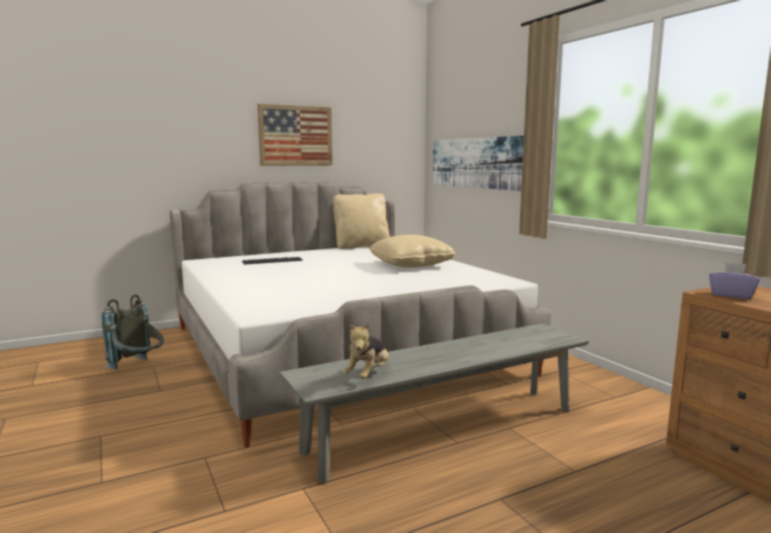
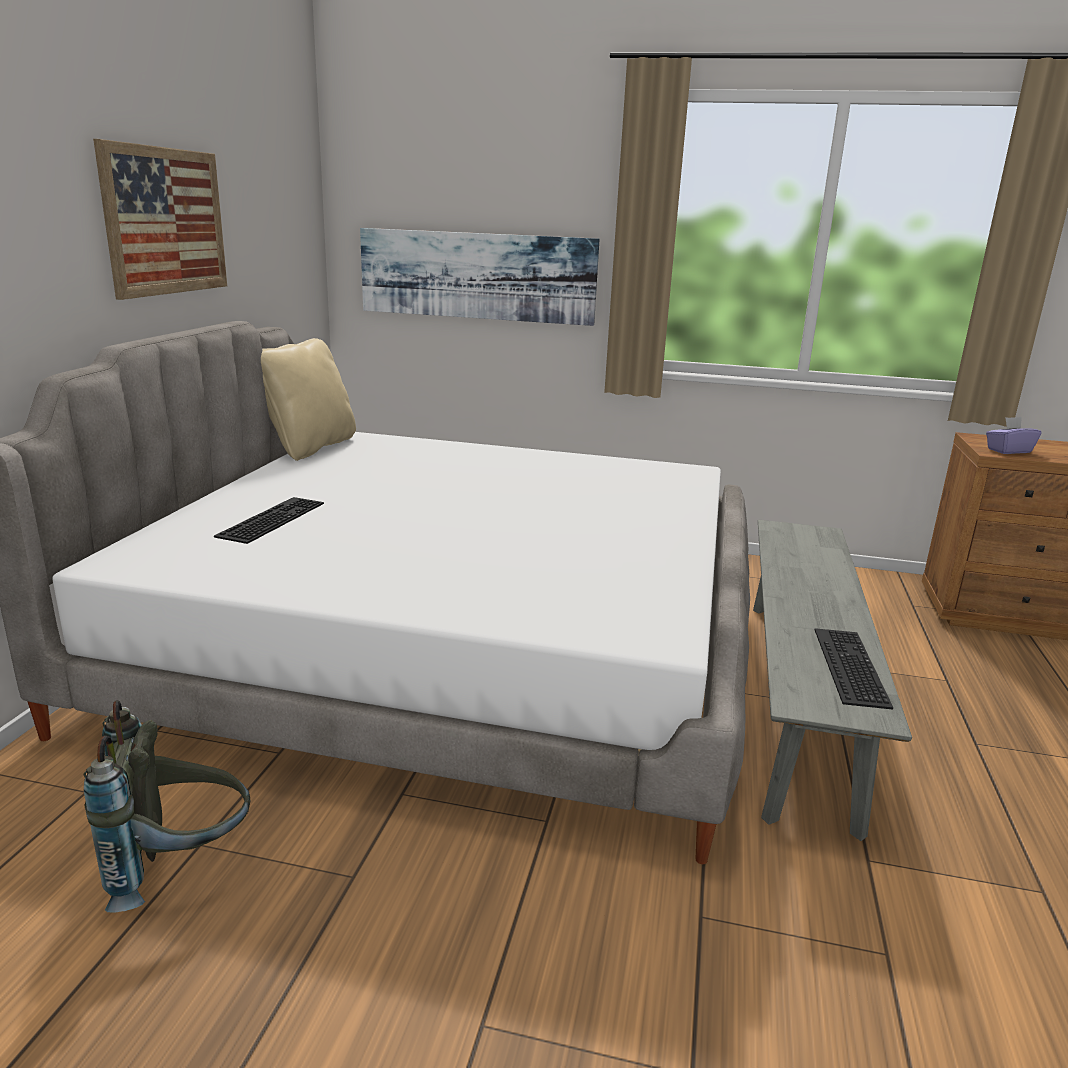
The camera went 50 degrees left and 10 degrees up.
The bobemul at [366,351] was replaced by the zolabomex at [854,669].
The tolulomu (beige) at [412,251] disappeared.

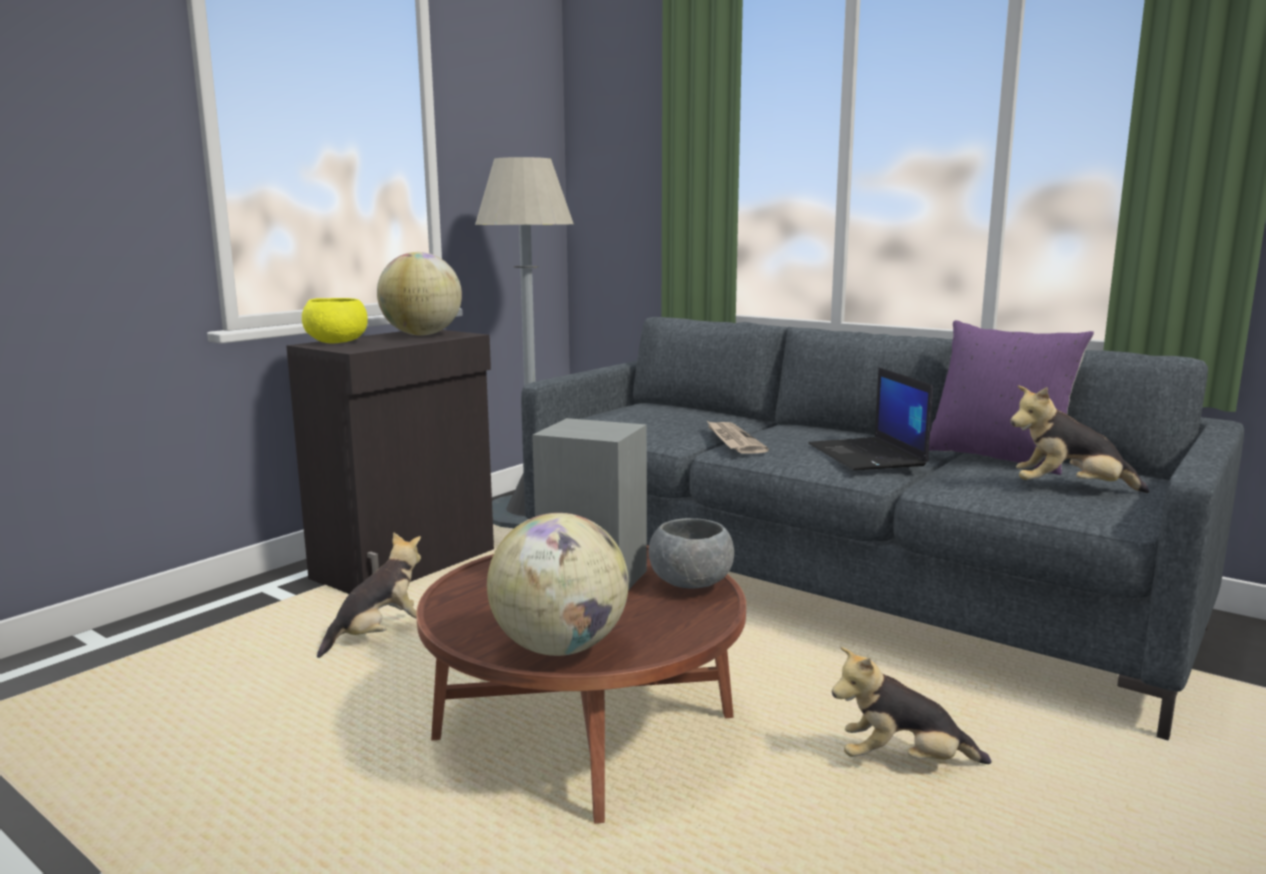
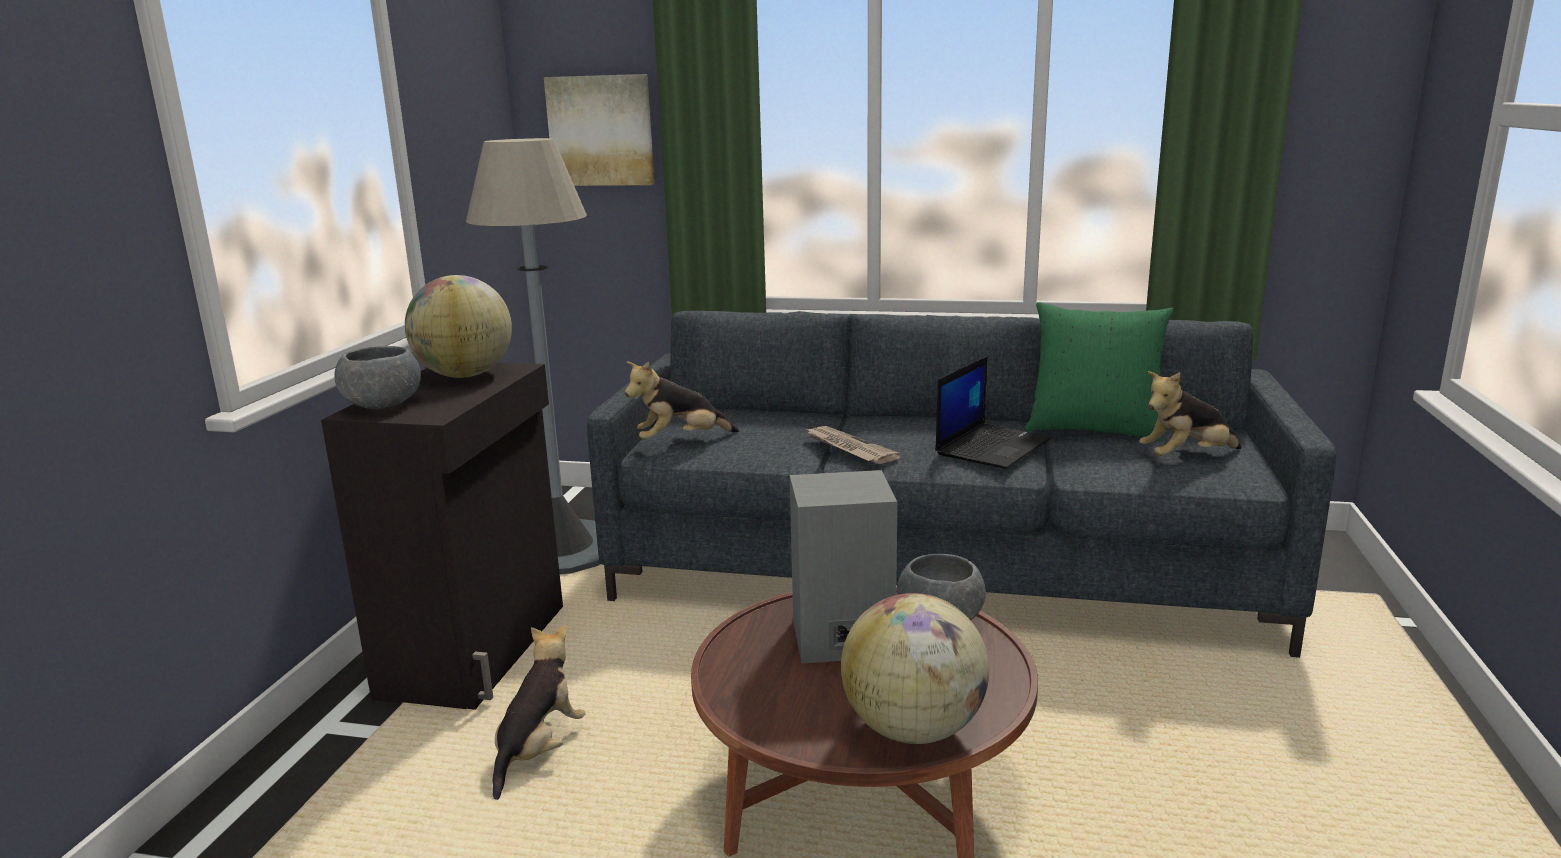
The camera went 25 degrees left and 5 degrees up.
The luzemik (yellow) at [335,320] became the luzemik (grey) at [377,377].
The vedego at [870,419] turned 105 degrees counterclockwise.
The bobemul moved from [912,705] to [682,400].
The tolulomu (purple) at [1011,397] became the tolulomu (green) at [1099,371].
The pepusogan at [599,130] appeared.

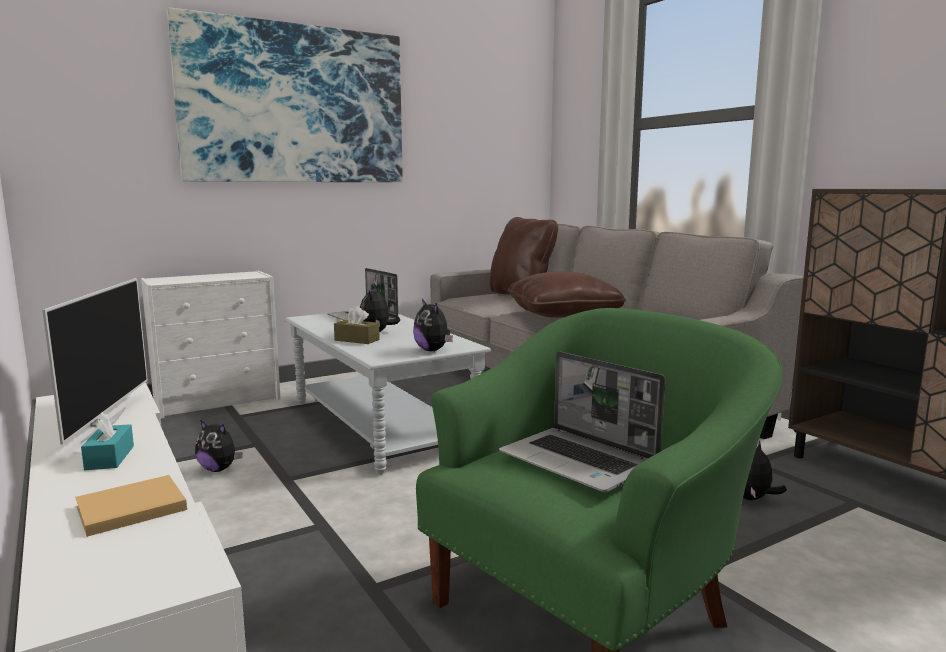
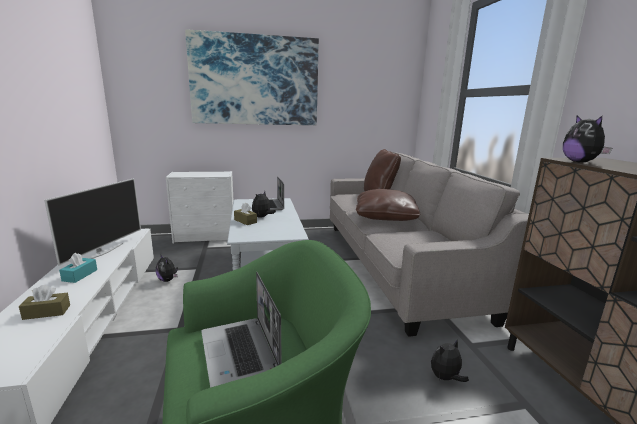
The camera went 20 degrees right and 5 degrees up.
The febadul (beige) at [131,506] was replaced by the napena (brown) at [44,302].
The bobemul moved from [433,325] to [587,138].

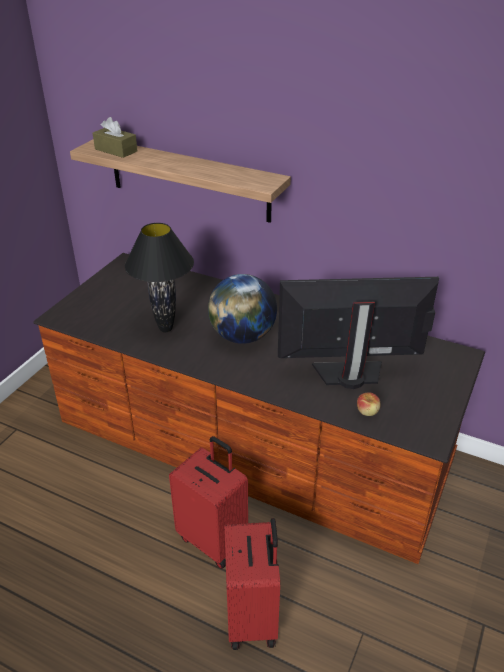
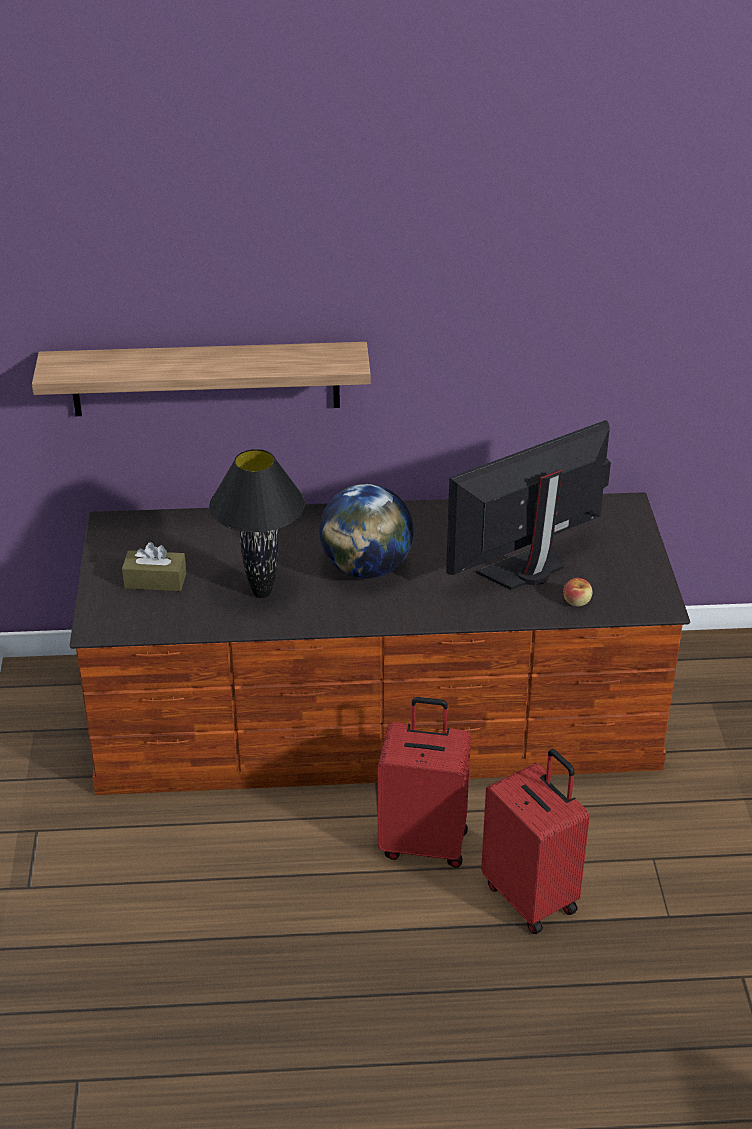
The camera went 30 degrees left and 0 degrees up.
The napena (brown) moved from [115,137] to [154,566].

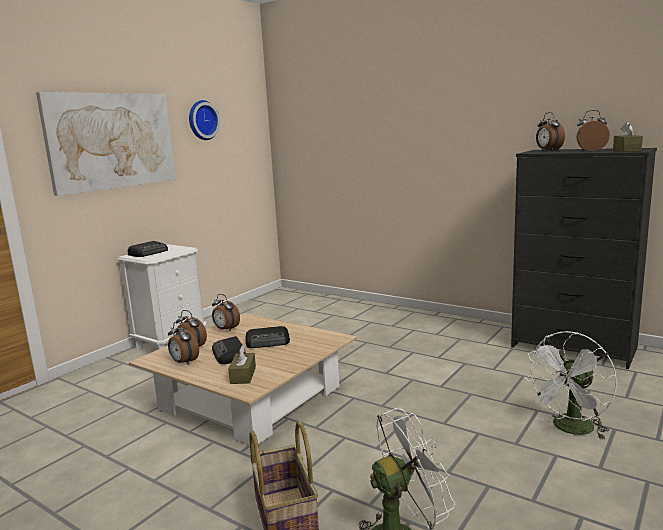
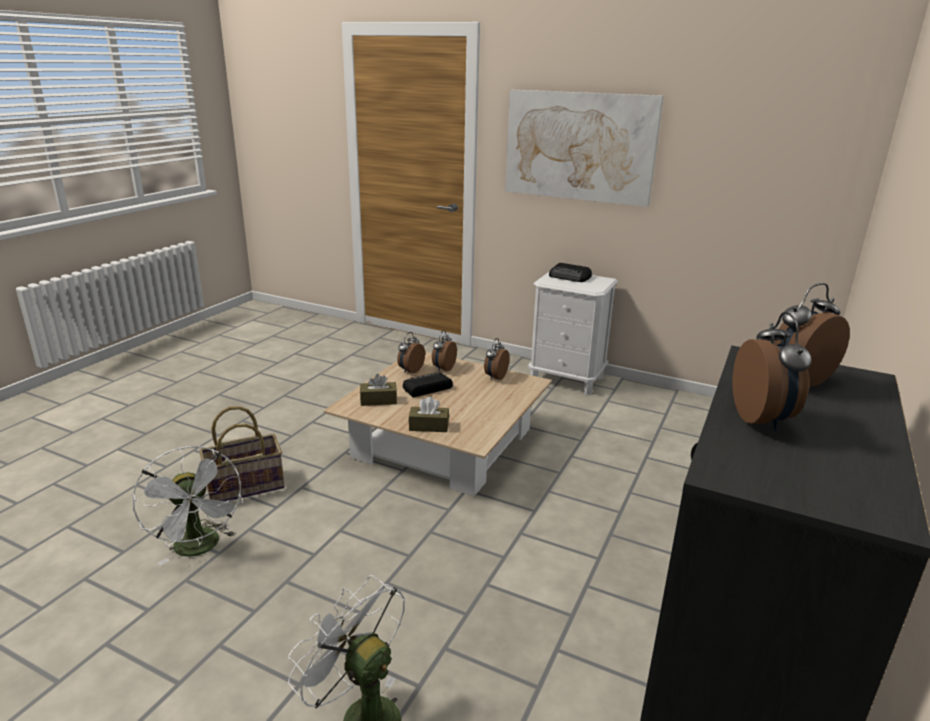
The camera went 80 degrees right and 10 degrees up.
The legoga at [204,120] disappeared.
The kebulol at [267,337] disappeared.
The napena (brown) moved from [628,137] to [429,414].

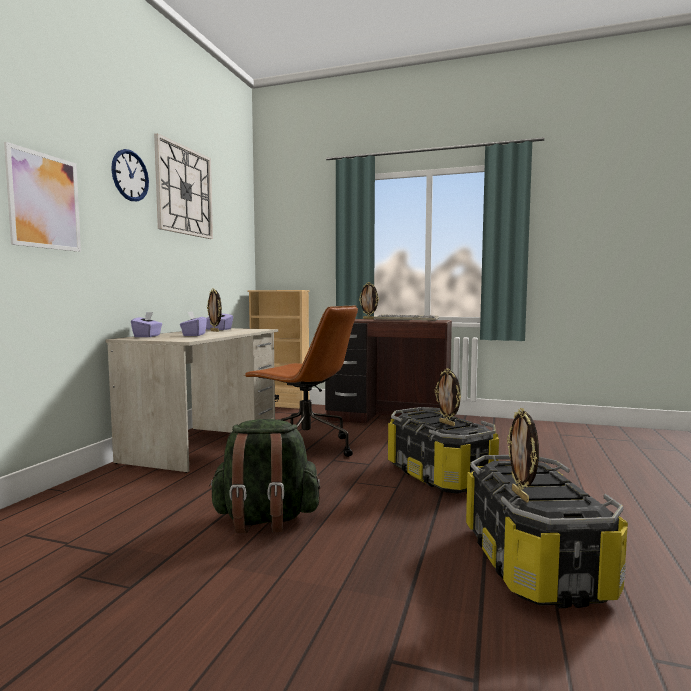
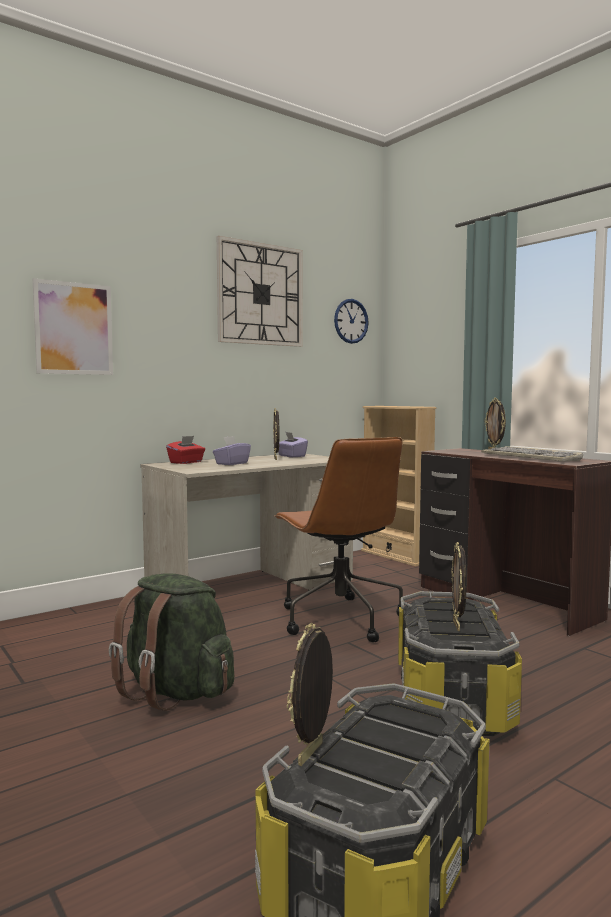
The camera went 35 degrees right and 0 degrees up.
The legoga moved from [130,175] to [351,321].
The napena (purple) at [147,324] became the napena (red) at [185,450].

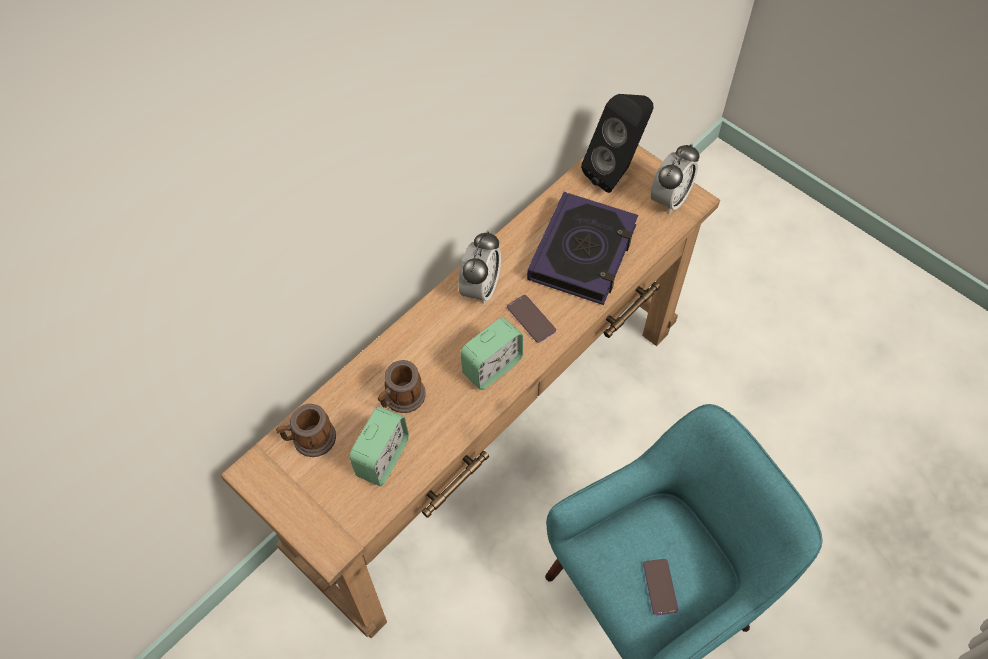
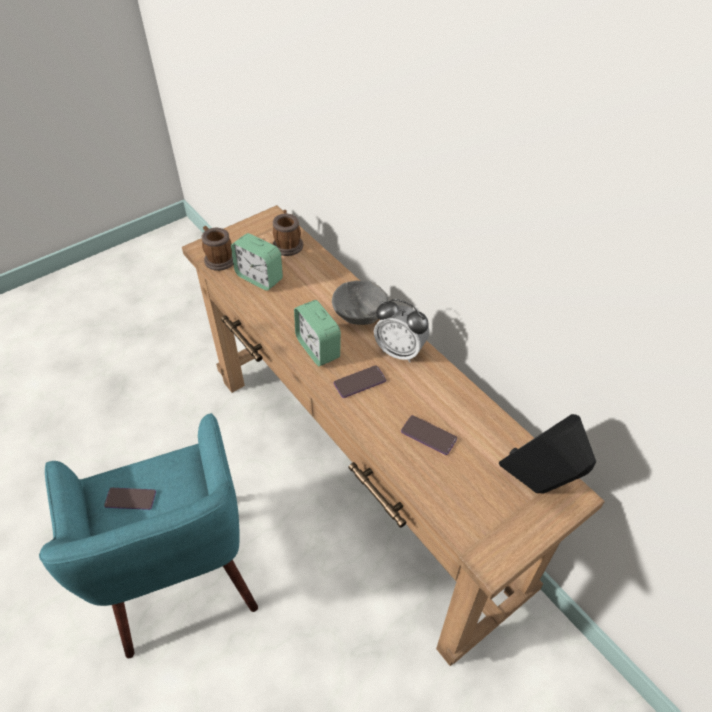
The camera went 100 degrees right and 10 degrees down.
The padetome moved from [402,386] to [217,248].
The febadul at [582,248] was replaced by the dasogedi at [429,435].
The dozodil at [675,179] disappeared.
The luzemik (grey) at [360,303] appeared.

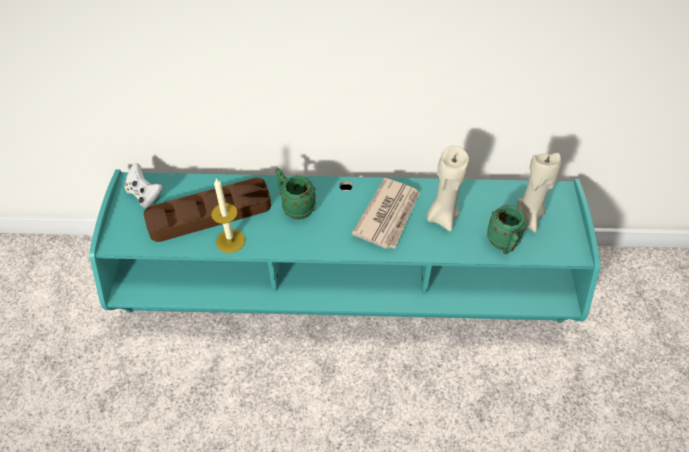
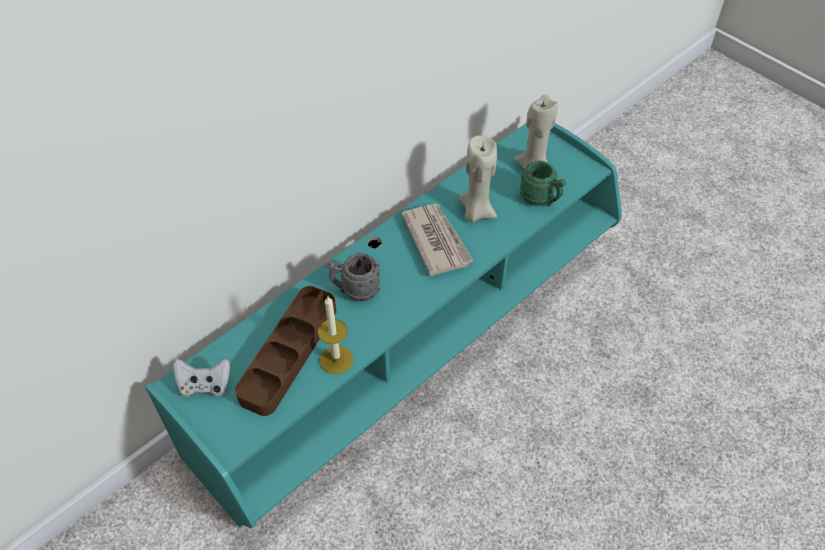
The camera went 45 degrees left and 0 degrees up.
The padetome (green) at [295,194] became the padetome (grey) at [353,277].

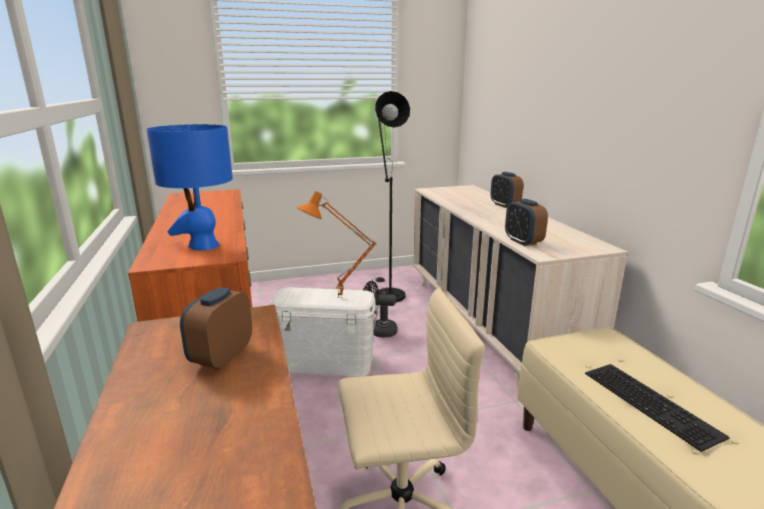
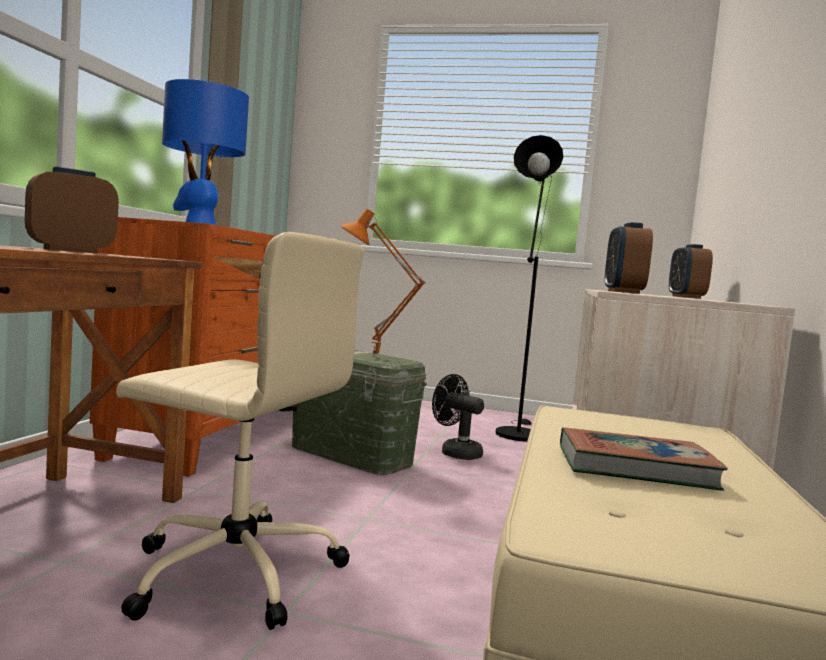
The camera went 30 degrees right and 15 degrees down.
The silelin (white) at [324,332] became the silelin (green) at [359,412].
The zolabomex at [657,408] was replaced by the febadul at [644,459].

